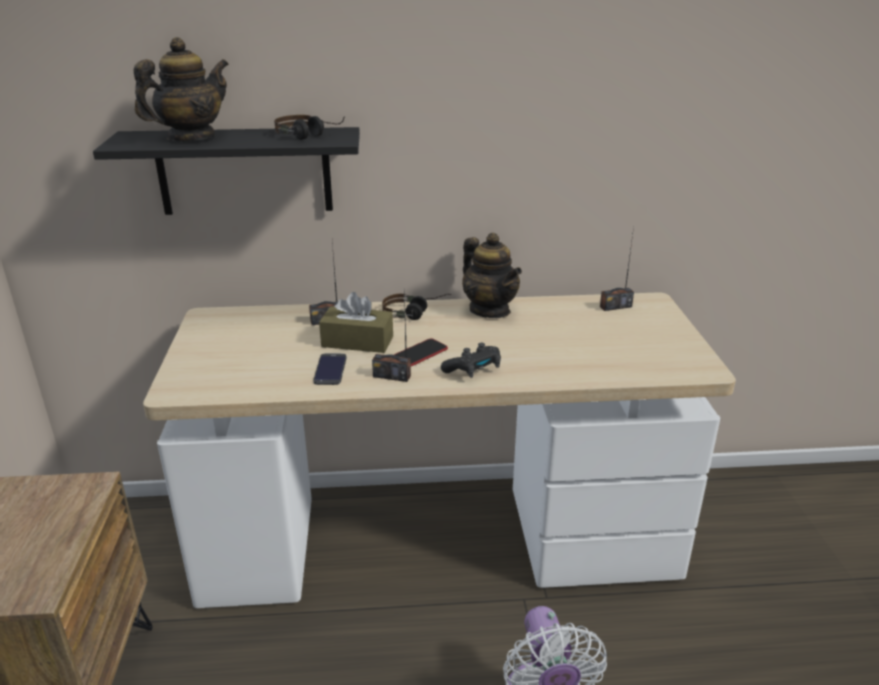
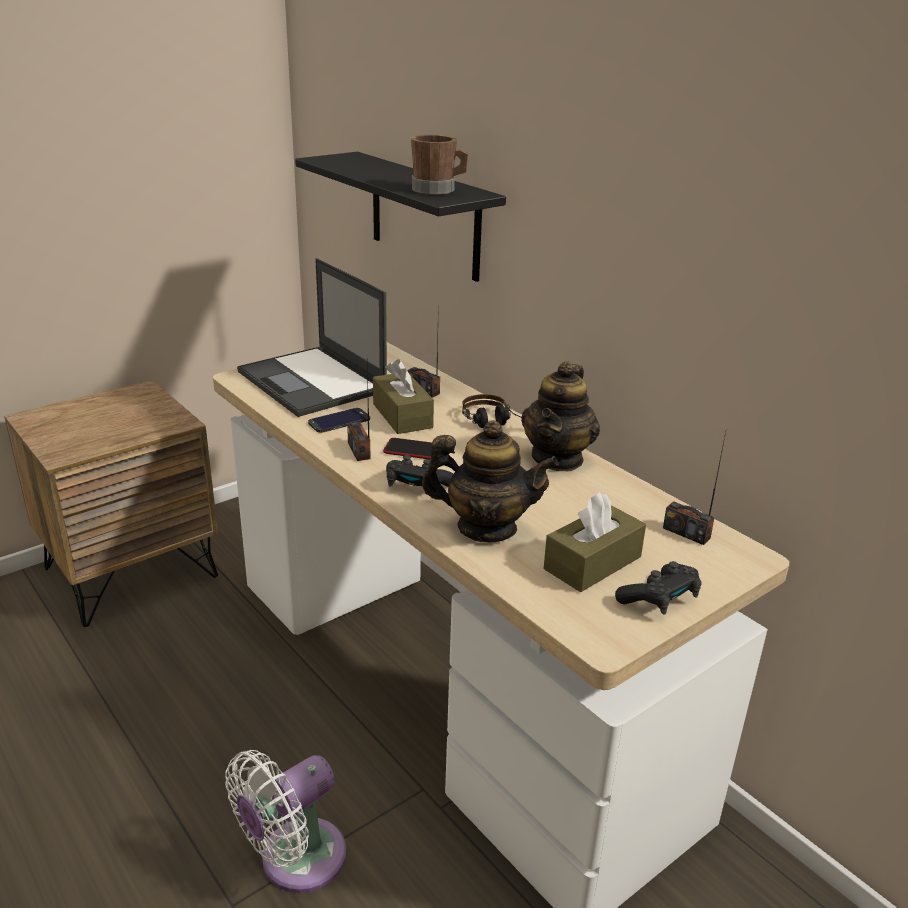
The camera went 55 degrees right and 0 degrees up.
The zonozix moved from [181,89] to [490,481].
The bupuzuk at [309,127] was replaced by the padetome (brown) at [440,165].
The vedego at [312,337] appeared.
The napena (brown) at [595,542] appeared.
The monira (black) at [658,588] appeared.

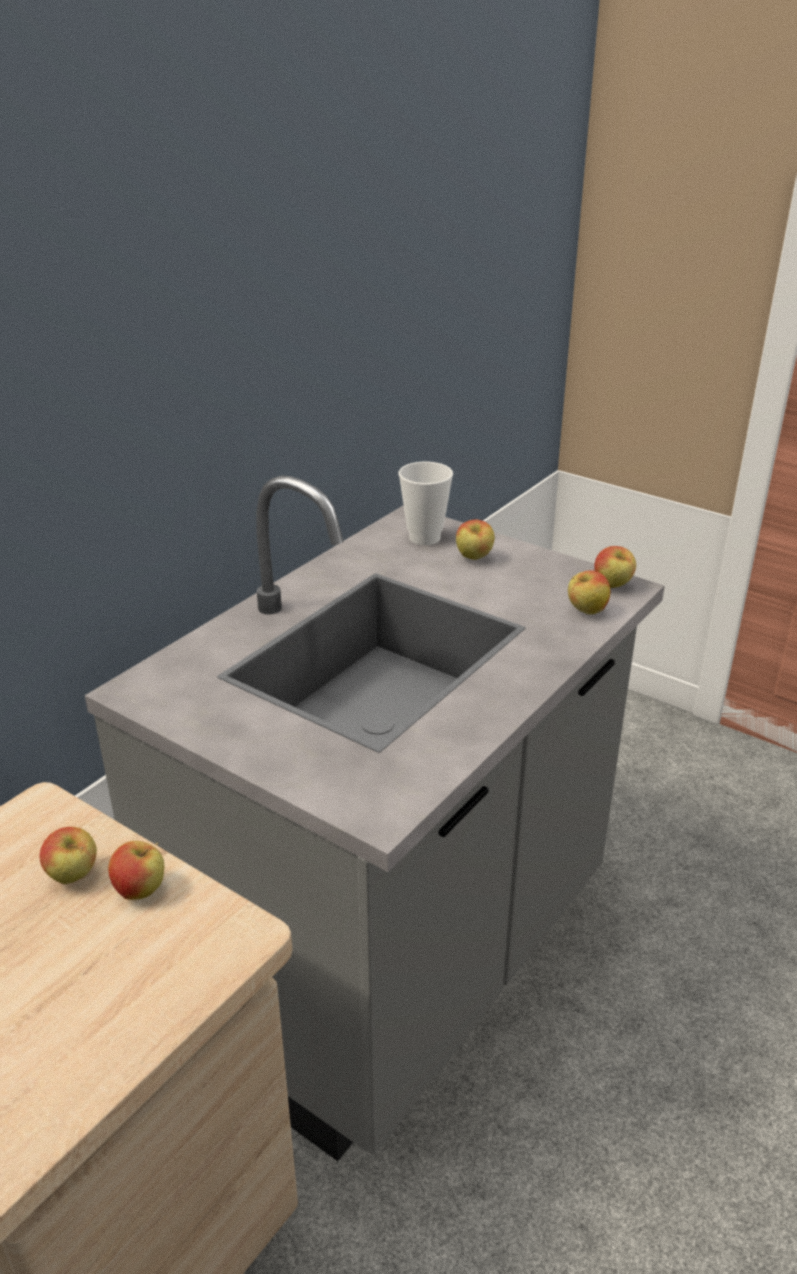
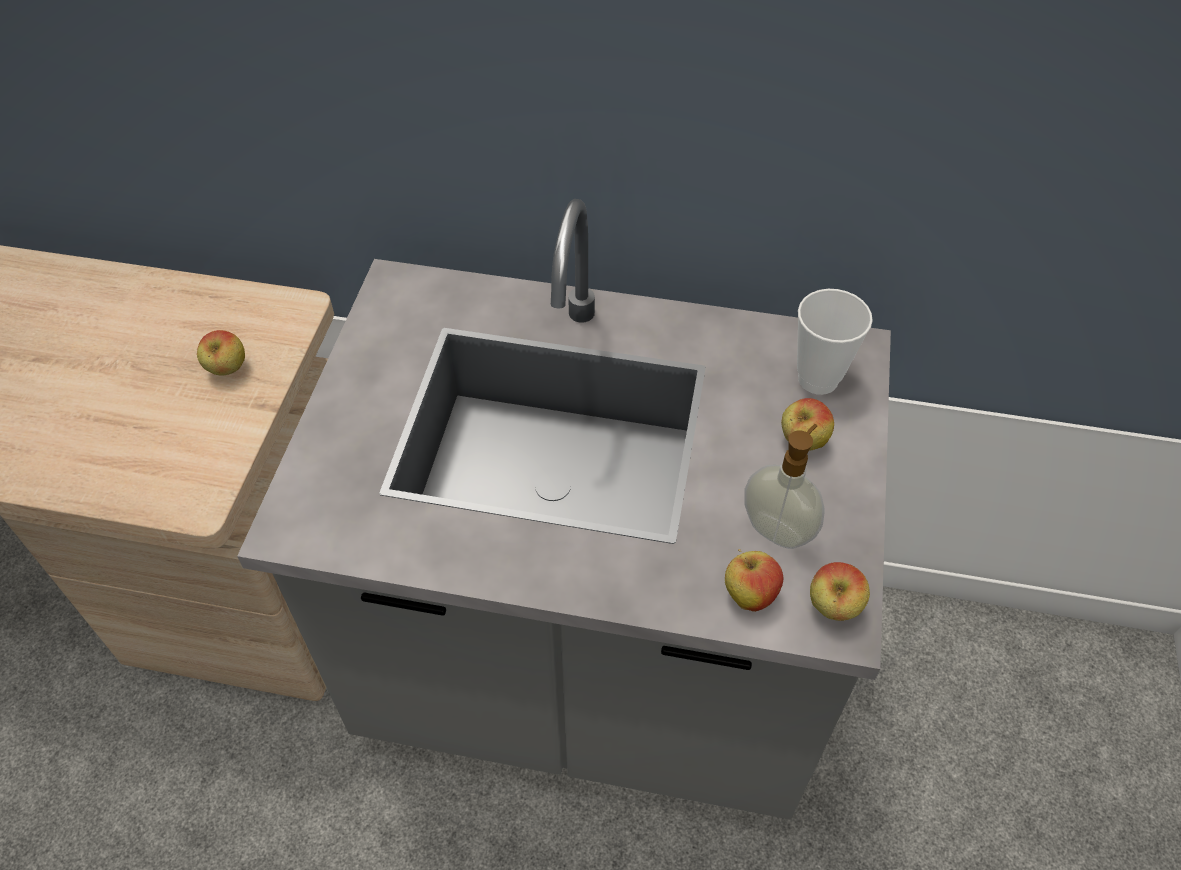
The camera went 65 degrees right and 20 degrees up.
The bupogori at [136,870] disappeared.
The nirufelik at [784,486] appeared.

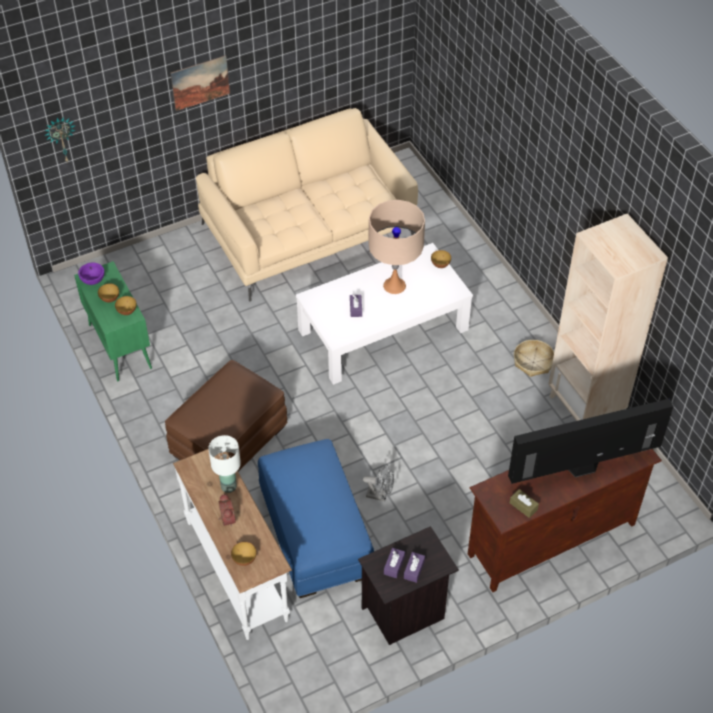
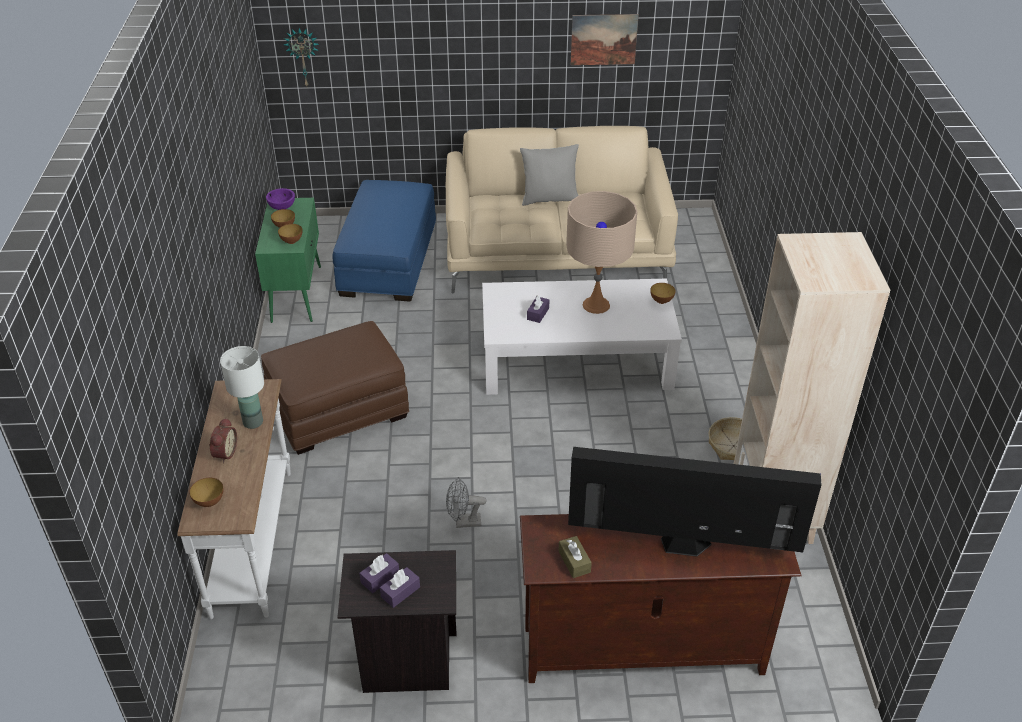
The camera went 25 degrees right and 10 degrees down.
The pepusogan moved from [200,83] to [605,39].
The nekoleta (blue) moved from [316,518] to [384,241].
The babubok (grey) at [378,482] turned 135 degrees clockwise.
The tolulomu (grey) at [549,175] appeared.

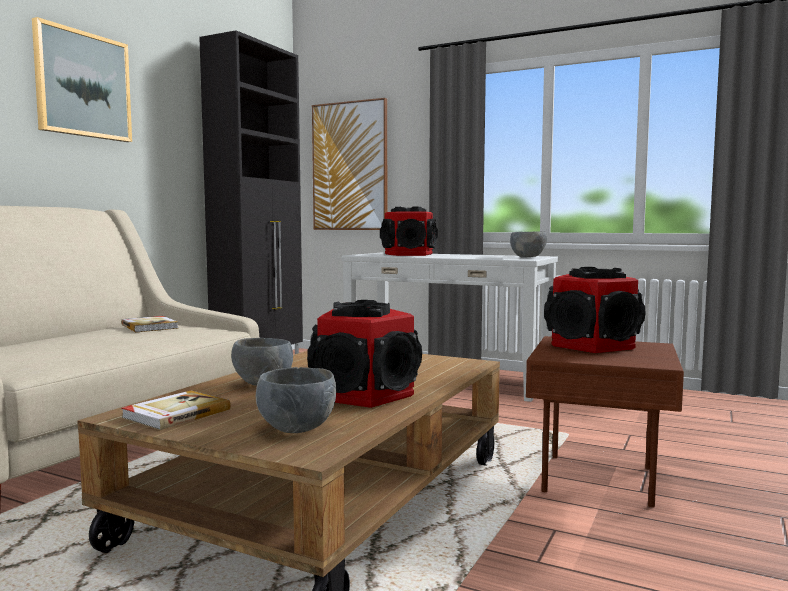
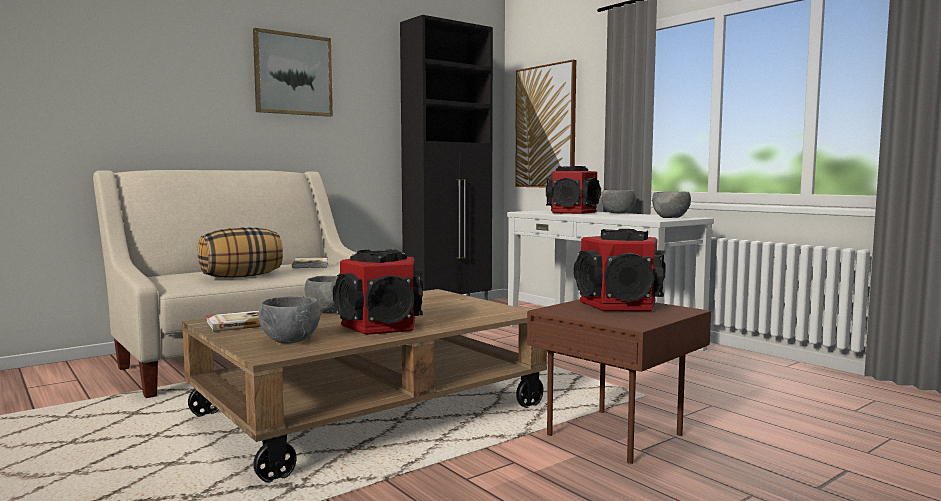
The camera went 25 degrees right and 0 degrees up.
The tolulomu at [240,252] appeared.
The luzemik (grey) at [618,202] appeared.

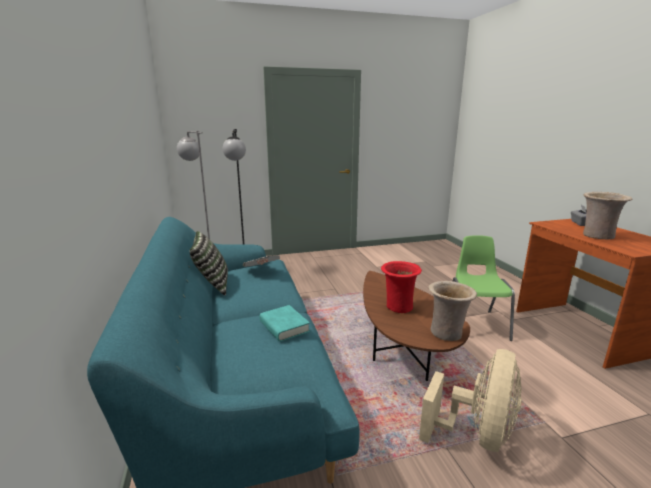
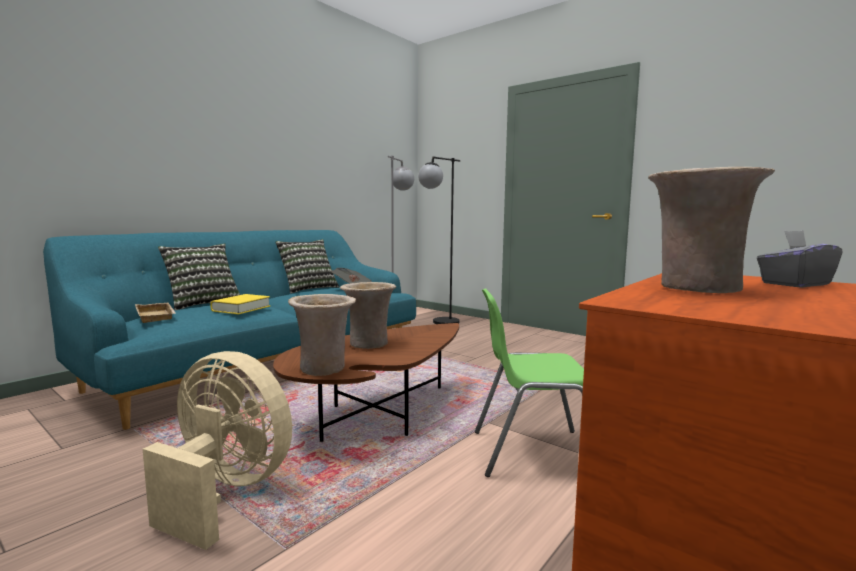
The camera went 55 degrees right and 10 degrees down.
The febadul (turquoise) at [285,323] became the febadul (yellow) at [240,304].
The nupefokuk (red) at [401,287] became the nupefokuk (beige) at [368,315].
The babubok (beige) at [470,400] turned 150 degrees counterclockwise.
The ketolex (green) at [484,288] turned 150 degrees counterclockwise.
The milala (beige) at [156,312] appeared.
The tolulomu at [199,276] appeared.

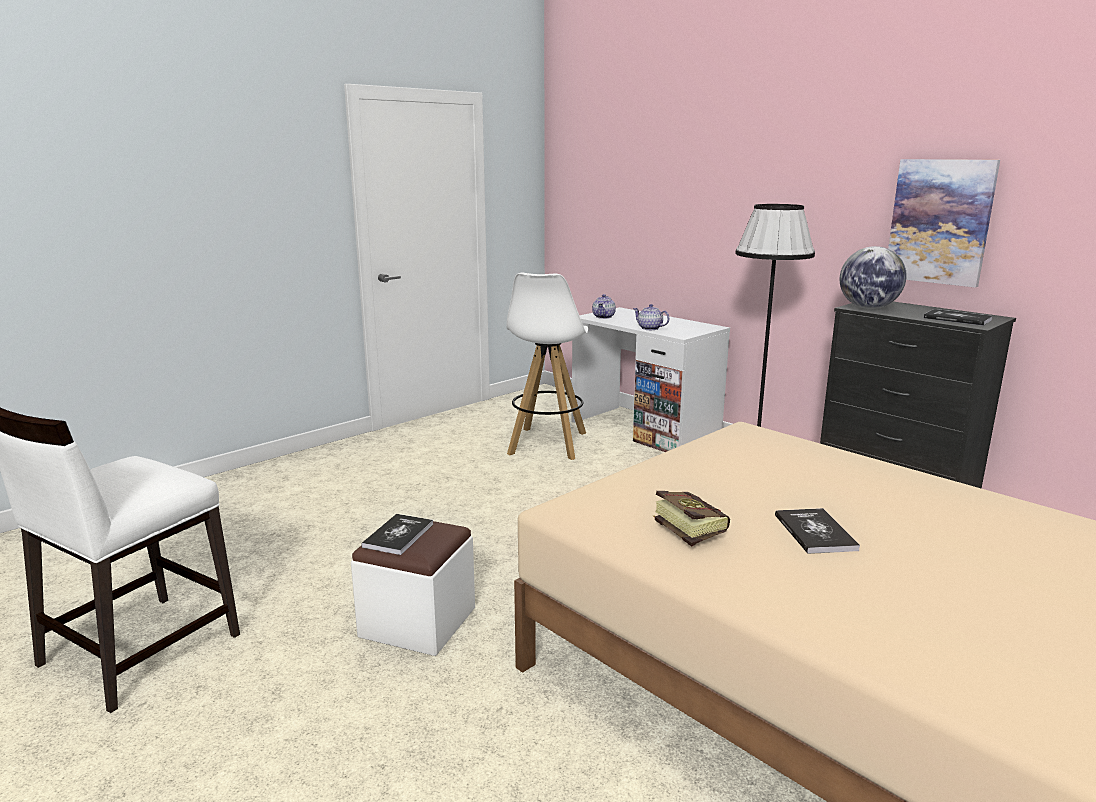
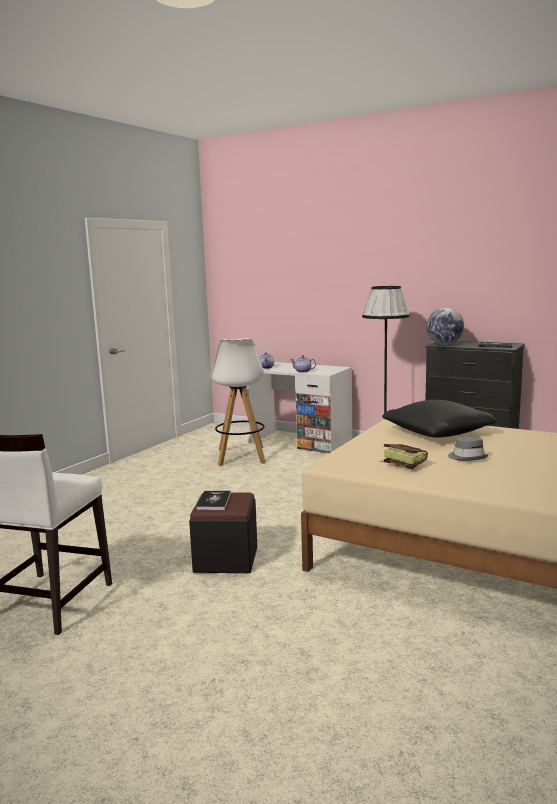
The camera went 15 degrees left and 5 degrees down.
The nekoleta (white) at [413,588] became the nekoleta (black) at [223,533].
The febadul at [817,531] was replaced by the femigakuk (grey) at [468,449].
The pepusogan at [944,223] disappeared.
The tolulomu (black) at [439,418] appeared.

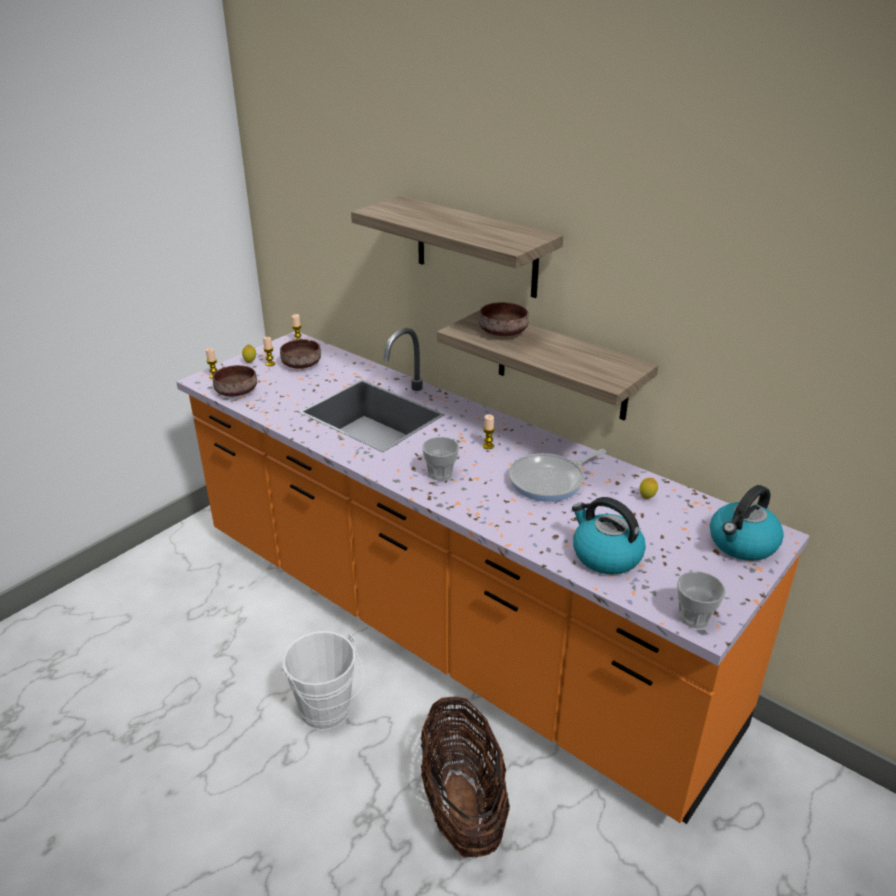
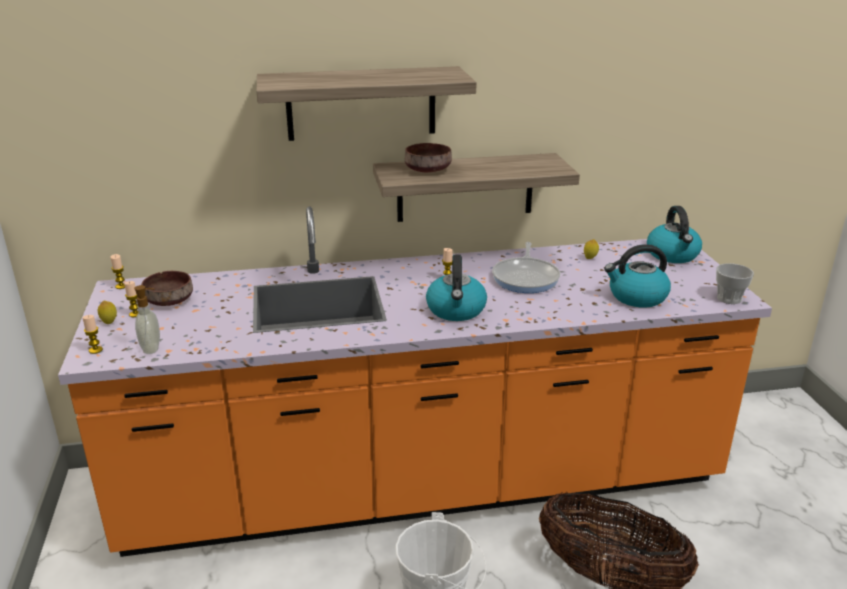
The camera went 50 degrees left and 5 degrees down.
The luzemik (brown) at [235,381] was replaced by the nirufelik at [147,319].
The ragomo at [440,459] was replaced by the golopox at [456,288].

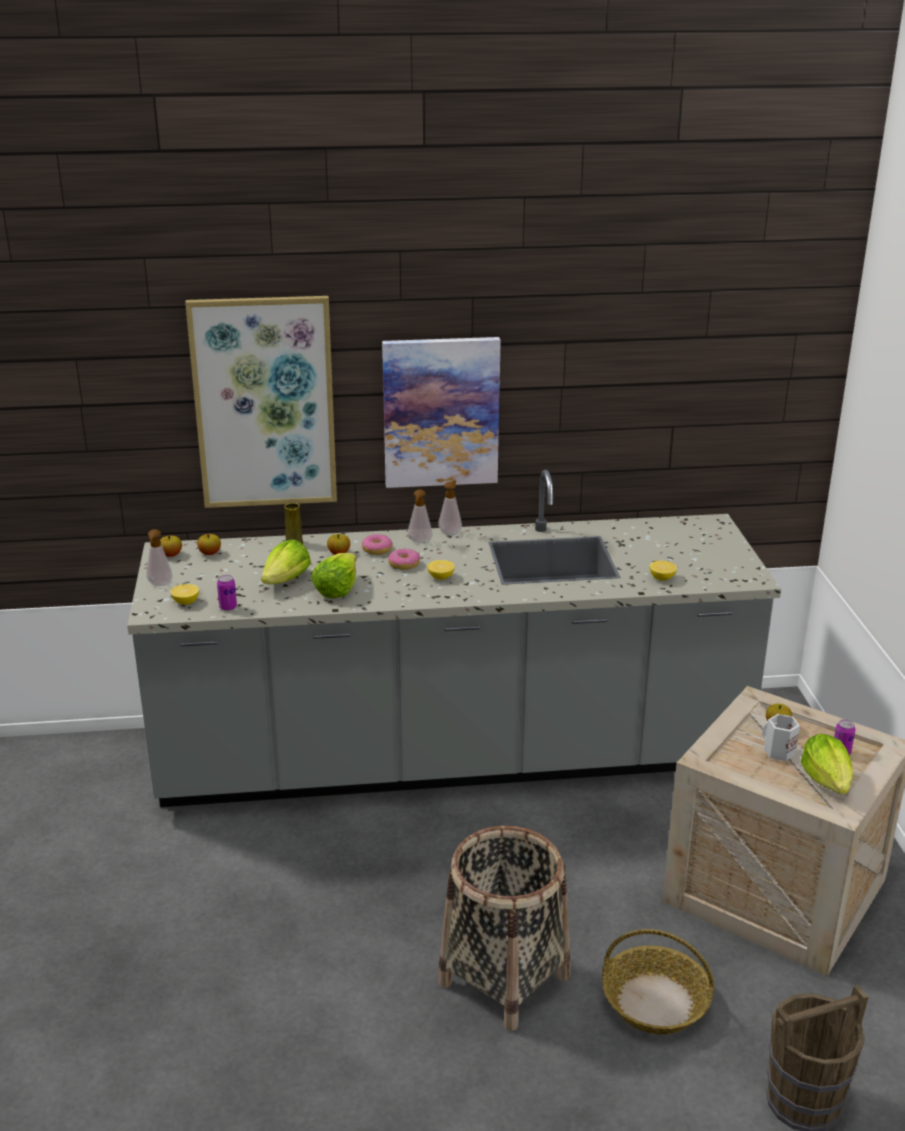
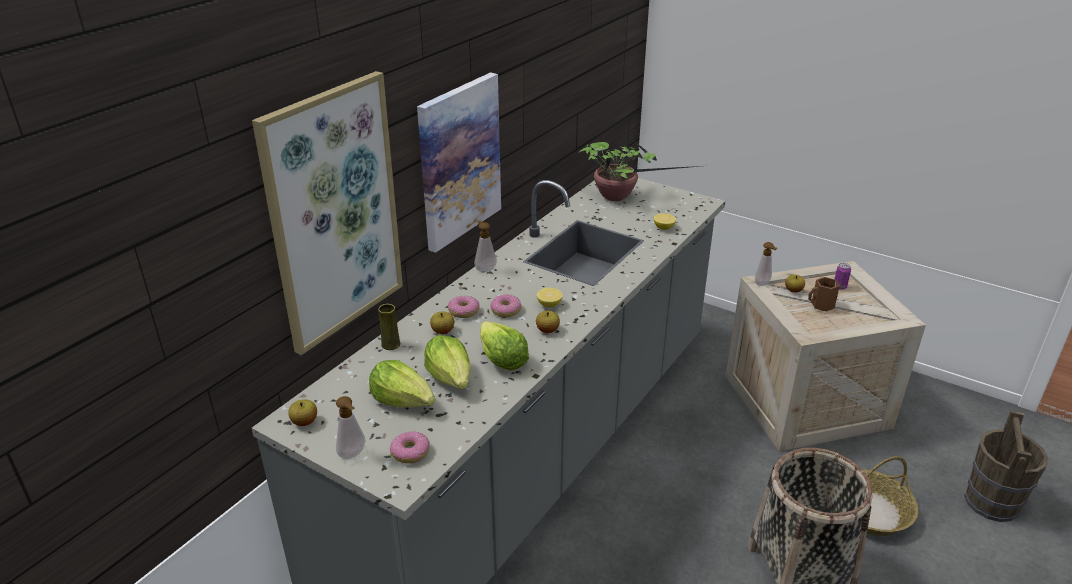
The camera went 50 degrees left and 5 degrees up.
The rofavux at [185,594] was replaced by the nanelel at [410,447].
The bupogori moved from [209,544] to [548,322].
The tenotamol at [227,593] disappeared.
The nirufelik moved from [420,516] to [766,264].
The padetome (white) at [781,737] became the padetome (brown) at [824,294].
The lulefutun moved from [827,764] to [402,384].
The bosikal at [639,170] appeared.

